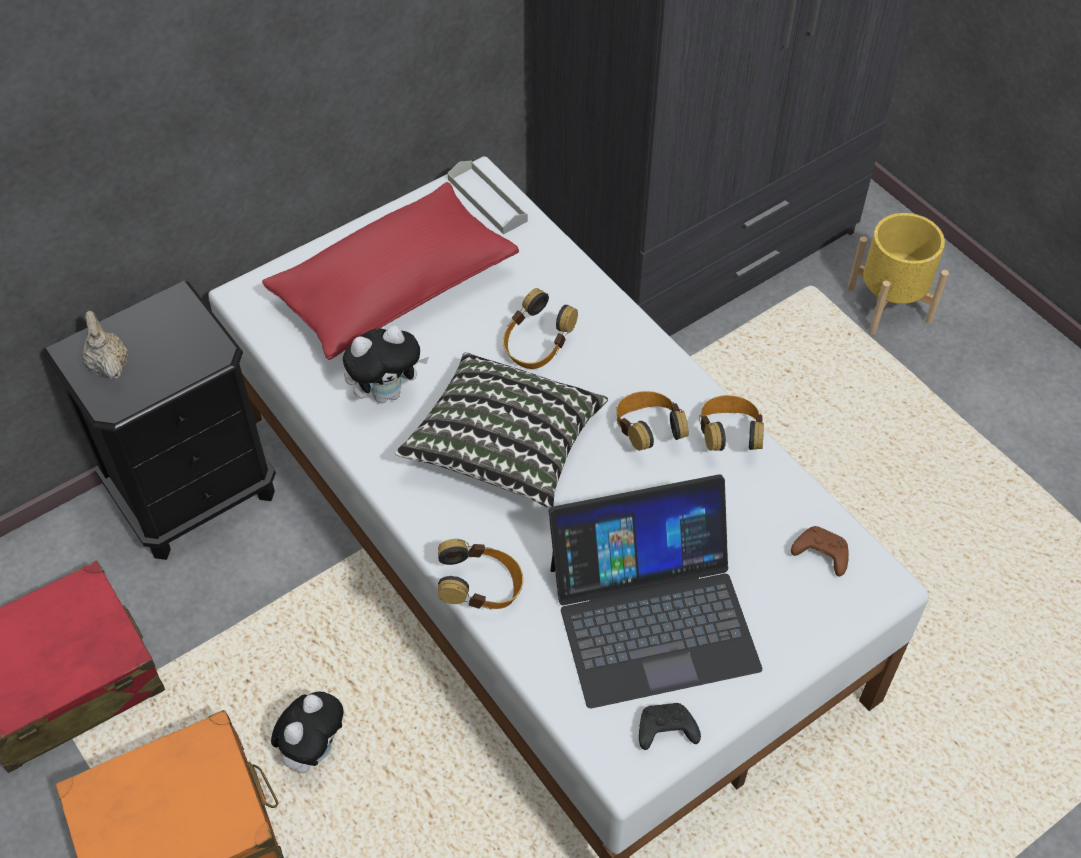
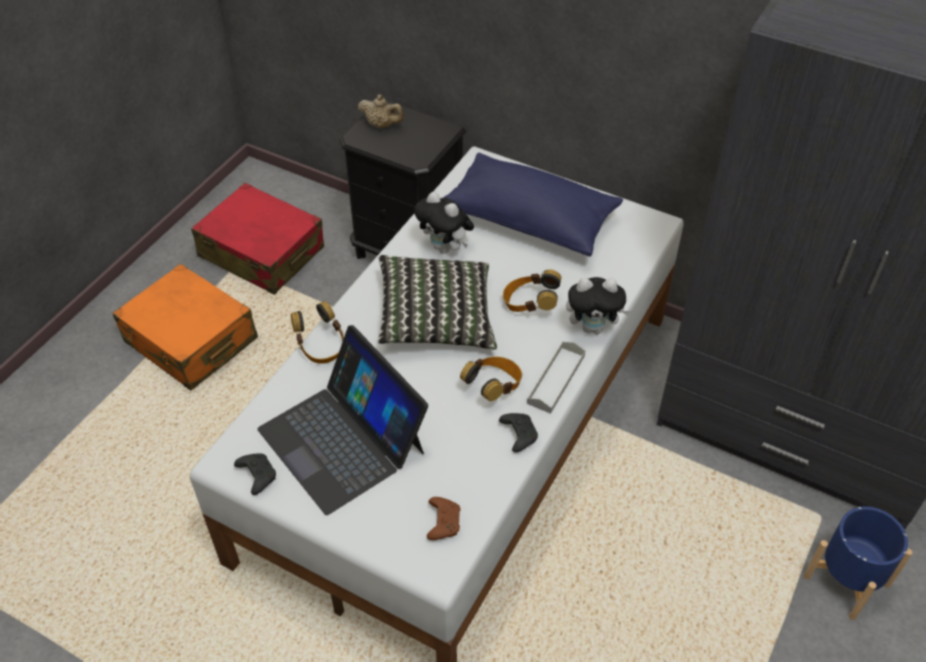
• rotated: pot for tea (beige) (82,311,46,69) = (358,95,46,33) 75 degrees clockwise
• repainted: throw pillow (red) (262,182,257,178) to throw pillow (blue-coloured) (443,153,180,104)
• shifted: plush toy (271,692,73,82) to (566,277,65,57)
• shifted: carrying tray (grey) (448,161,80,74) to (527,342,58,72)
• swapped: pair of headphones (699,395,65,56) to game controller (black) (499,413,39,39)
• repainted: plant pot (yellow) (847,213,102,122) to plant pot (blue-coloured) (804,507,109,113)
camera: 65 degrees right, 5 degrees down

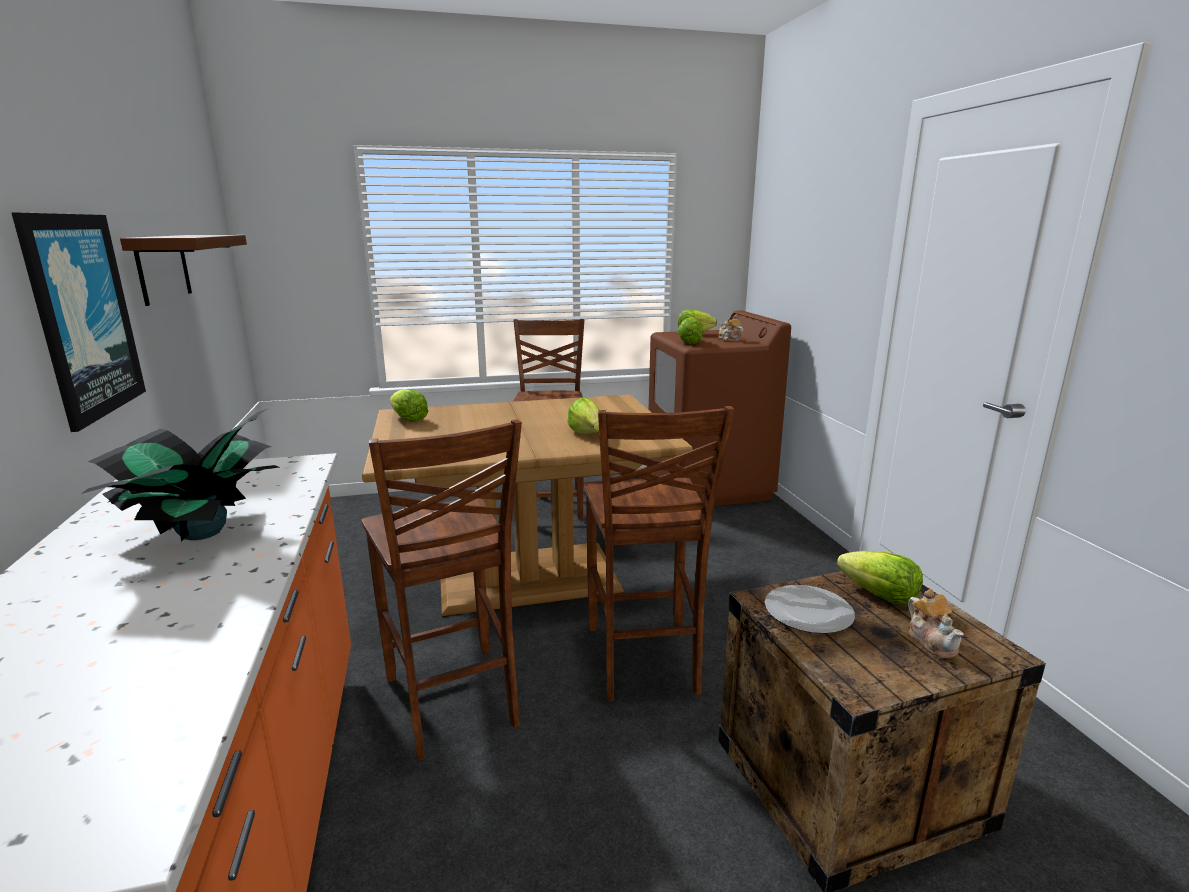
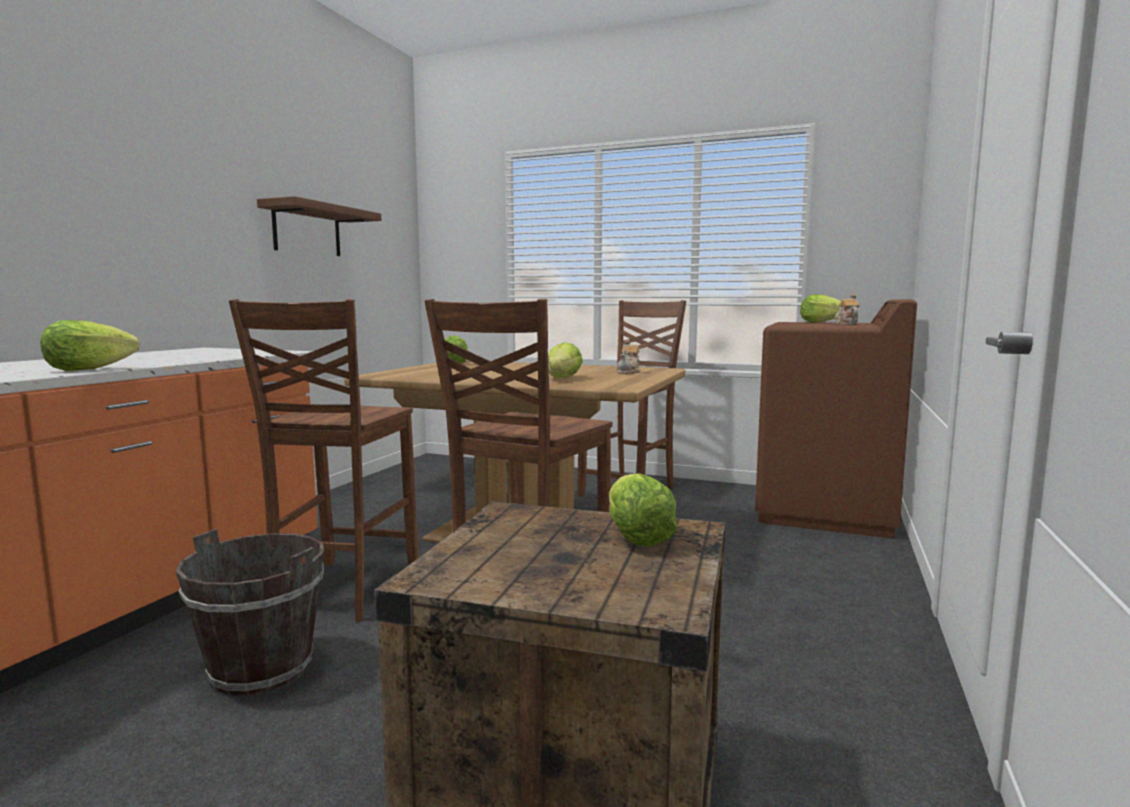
• gone: wall picture (11,212,135,220)
• gone: houseplant (81,408,199,133)
• shifted: head of lettuce (678,317,25,27) to (40,320,99,51)
• gone: plate (765,585,90,49)
• shifted: pot for tea (908,589,56,69) to (617,339,24,35)
• new: water bucket (brownish) (176,529,148,167)
camera: 35 degrees right, 10 degrees down

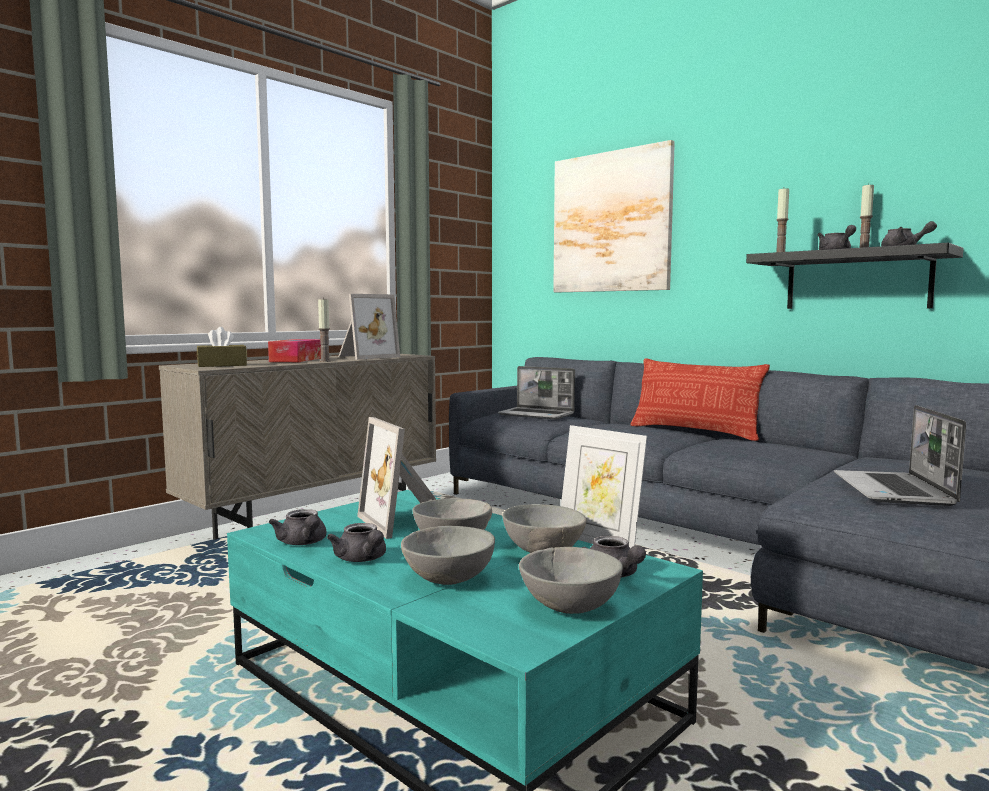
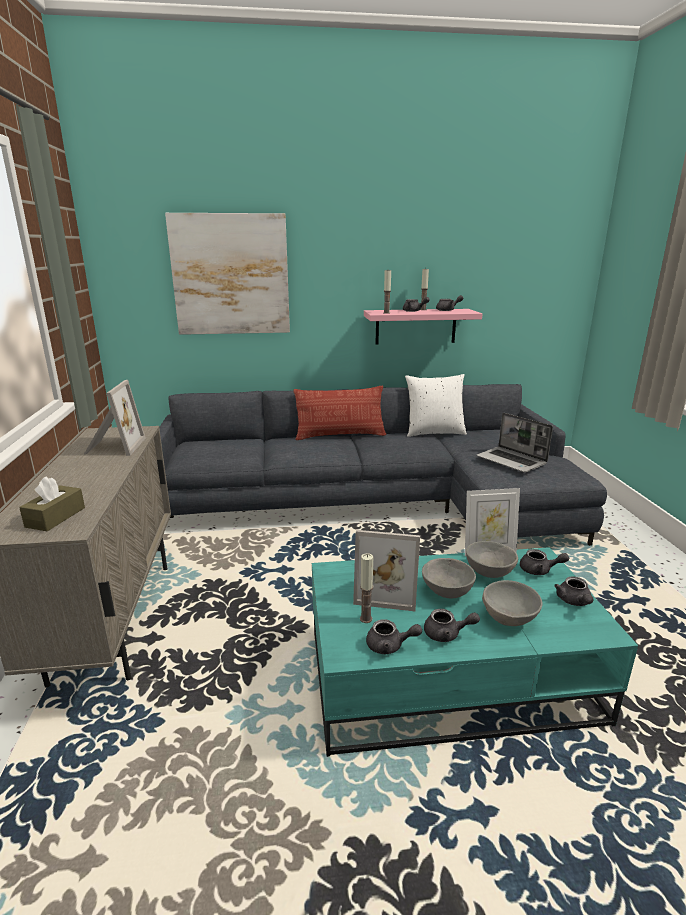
• gone: tissue holder (268,339,53,23)
• shifted: wax light (318,297,13,65) to (360,553,13,70)
• gone: laptop (497,366,78,53)
• swapped: deep dish (grey) (519,547,104,67) to pot for tea (grey) (554,577,40,29)
• repainted: bracket shelf (black) (746,243,218,66) to bracket shelf (pink-coloured) (364,309,118,35)
• new: throw pillow (white-coloured) (405,374,62,63)
camera: 50 degrees left, 15 degrees up

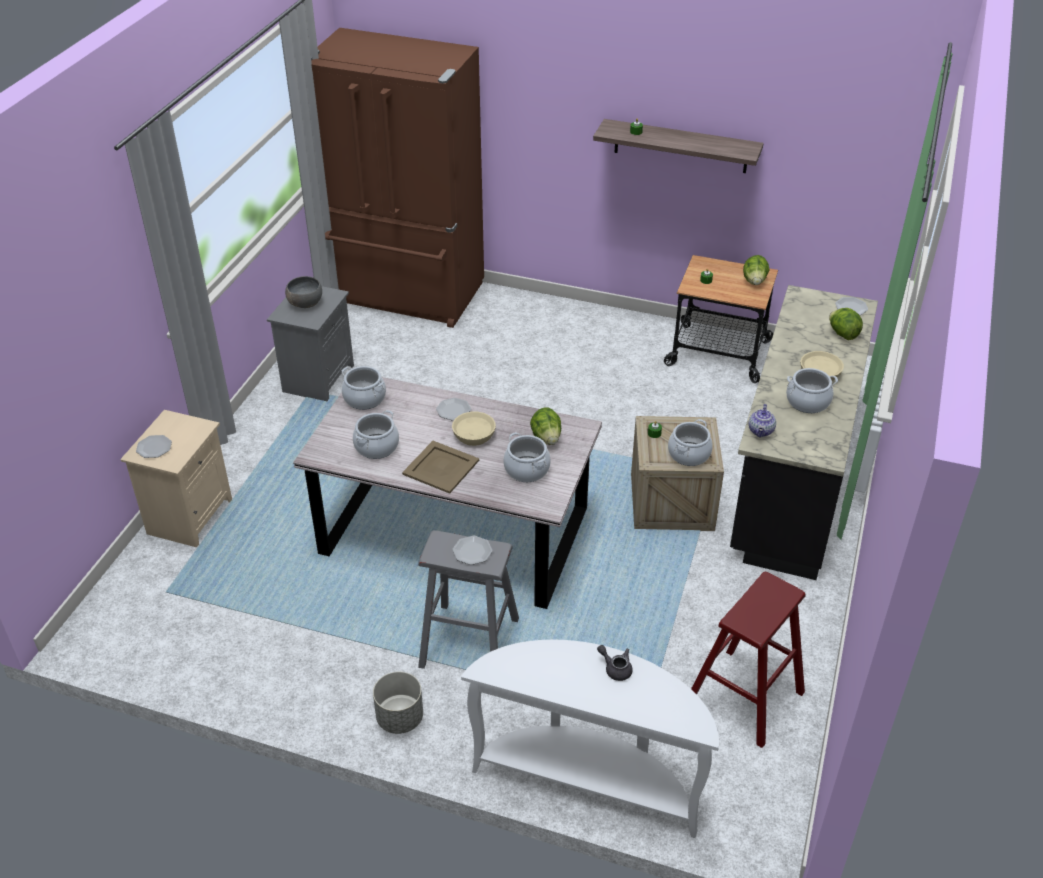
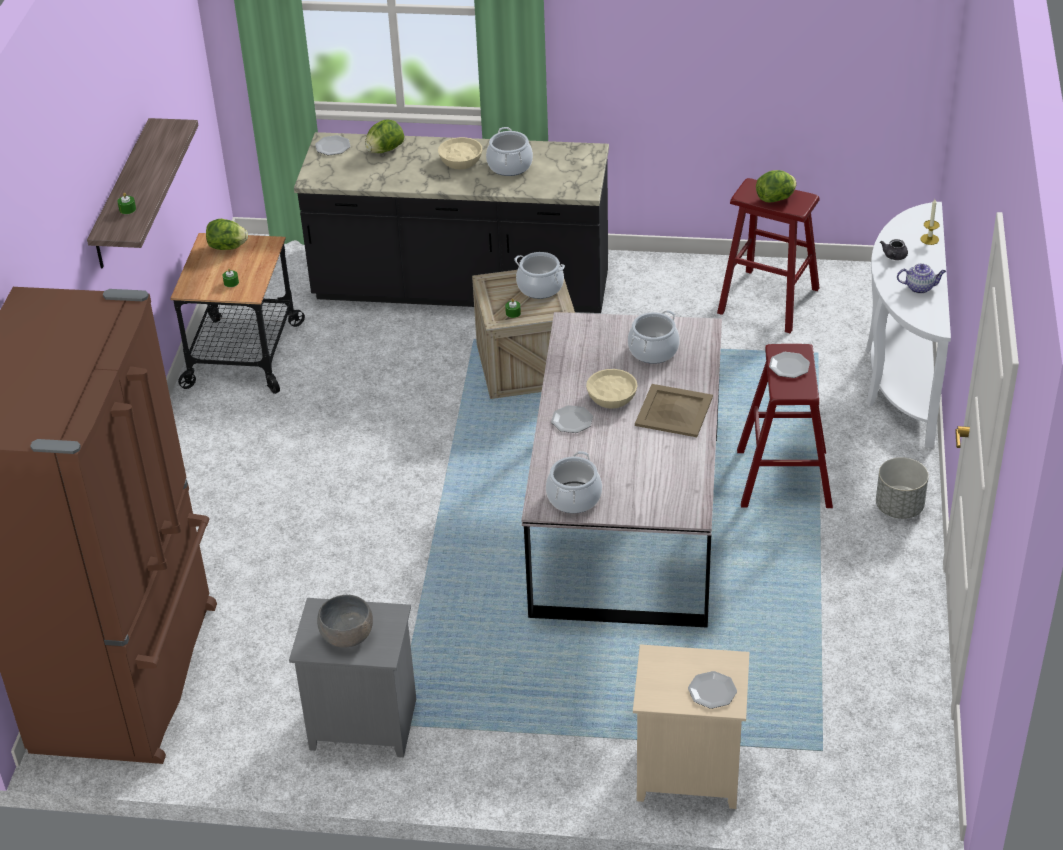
• gone: cooking pot (353,410,46,49)
• repainted: sitting stool (grey) (418,530,101,139) to sitting stool (red) (737,344,96,164)
• shifted: head of lettuce (530,407,31,38) to (756,170,40,32)
• shifted: pot for tea (749,404,27,33) to (897,264,49,29)
• new: wax light (921,199,19,46)
camera: 100 degrees left, 0 degrees up

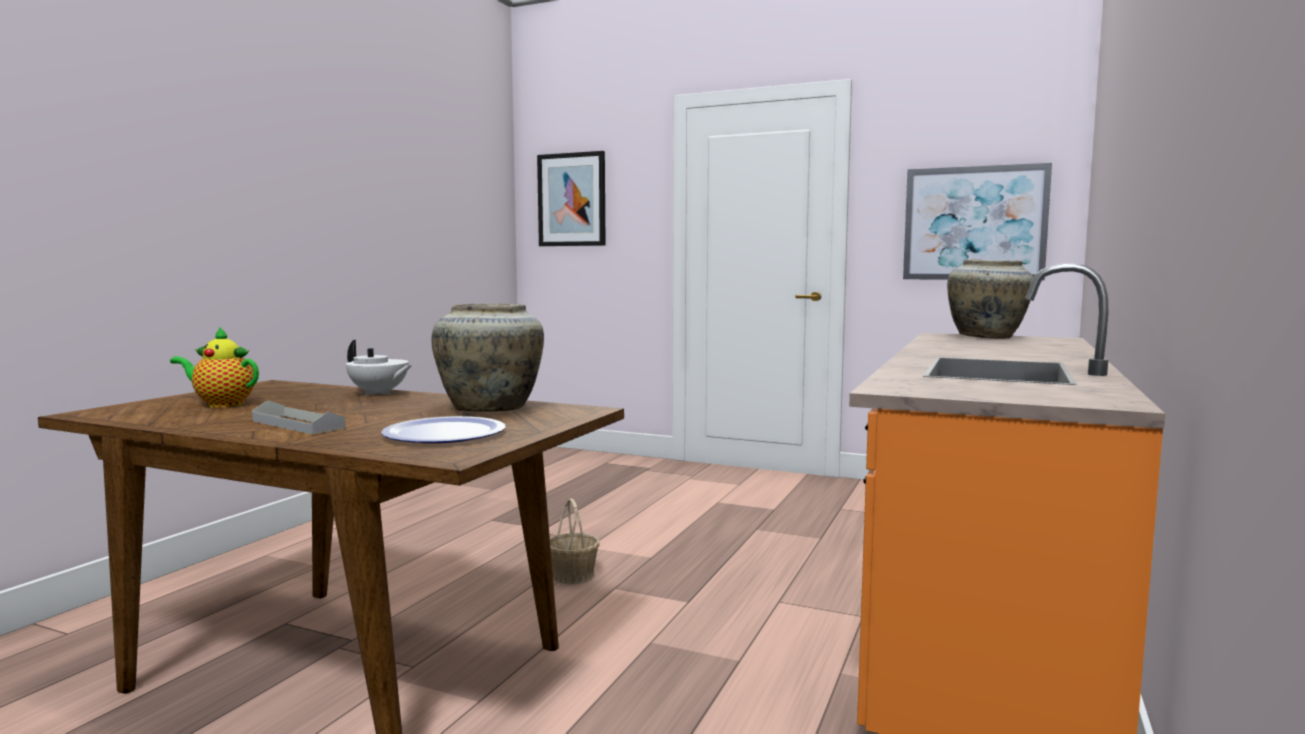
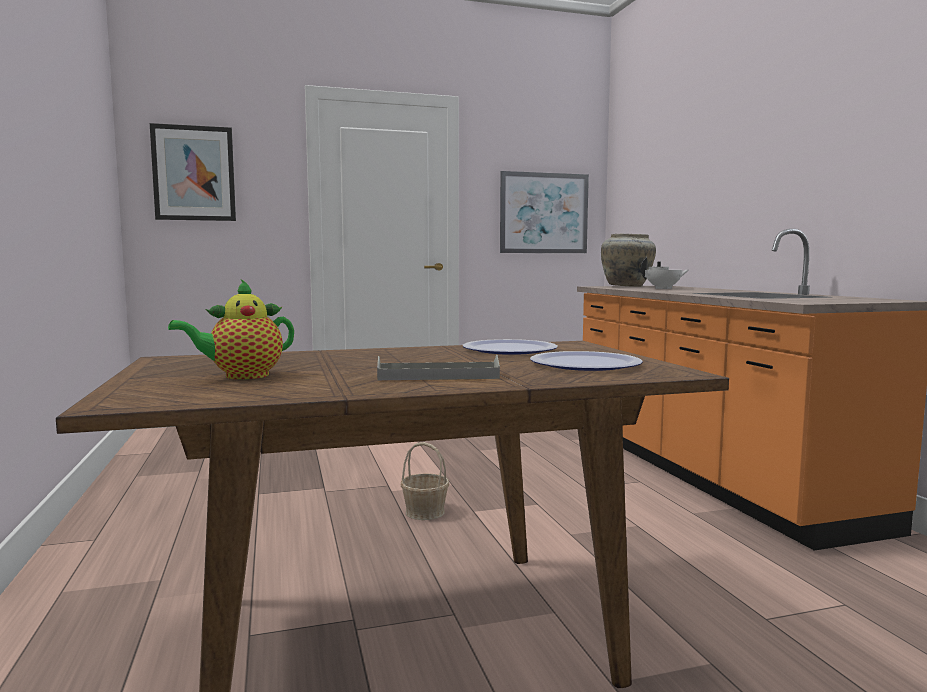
• shifted: pot for tea (white-coloured) (346,340,66,56) to (640,257,49,32)
• swapped: flower vase (beige) (431,304,113,108) to plate (463,339,95,16)
camera: 40 degrees left, 0 degrees up

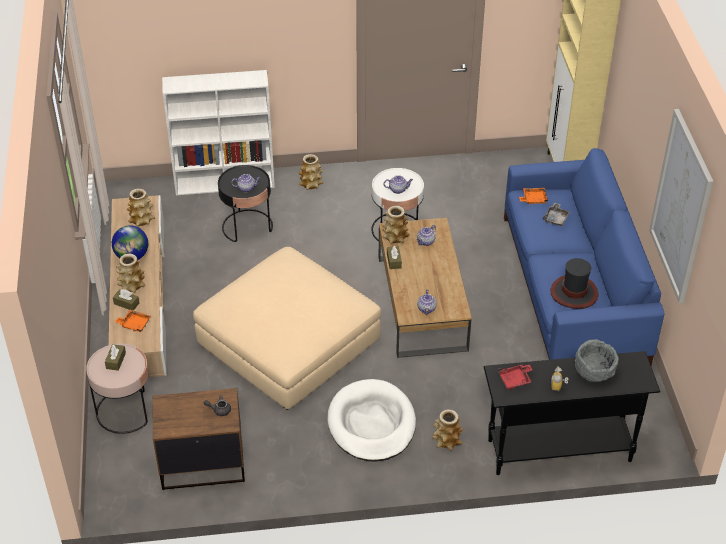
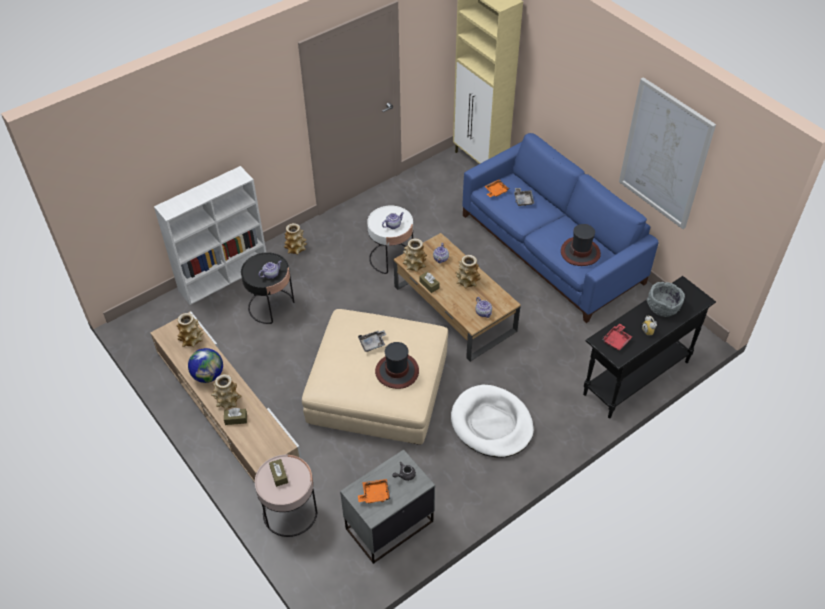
• shifted: carrying tray (orangey) (115,310,36,22) to (358,479,32,25)
• repainted: nightstand (brownish) (152,388,93,102) to nightstand (grey) (340,449,95,115)
• shifted: flower vase (432,409,31,42) to (455,255,26,33)
• new: carrying tray (grey) (358,330,28,22)
• new: wearable hat (375,342,44,47)
camera: 30 degrees left, 5 degrees up

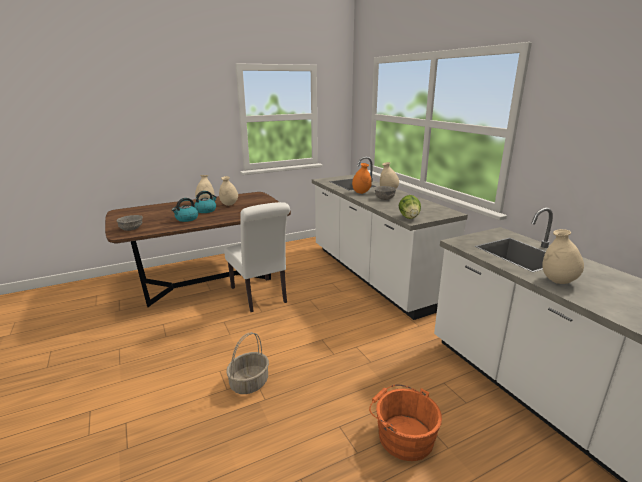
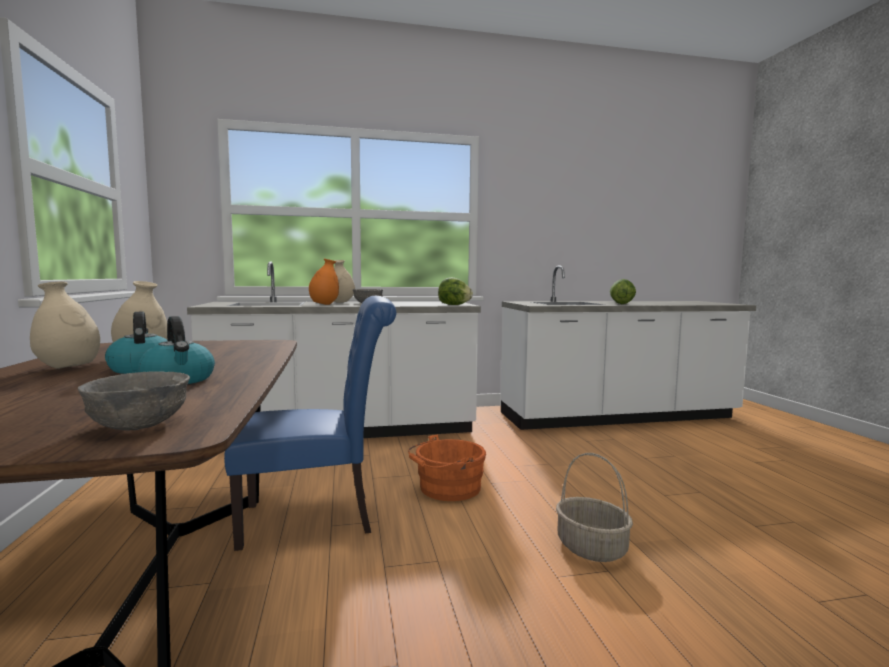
• repainted: plain chair (white-coloured) (224,202,66,110) to plain chair (blue-coloured) (224,296,172,255)
• shifted: water bucket (orangey) (369,385,73,76) to (408,434,78,67)
• swapped: flower vase (beige) (542,229,42,55) to head of lettuce (610,279,26,25)
camera: 75 degrees left, 15 degrees down

